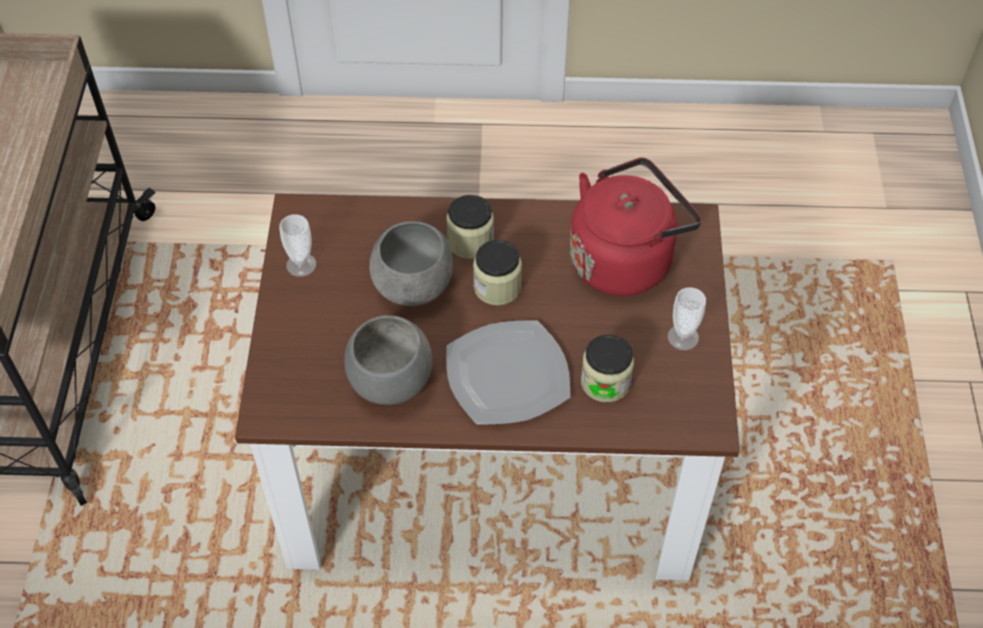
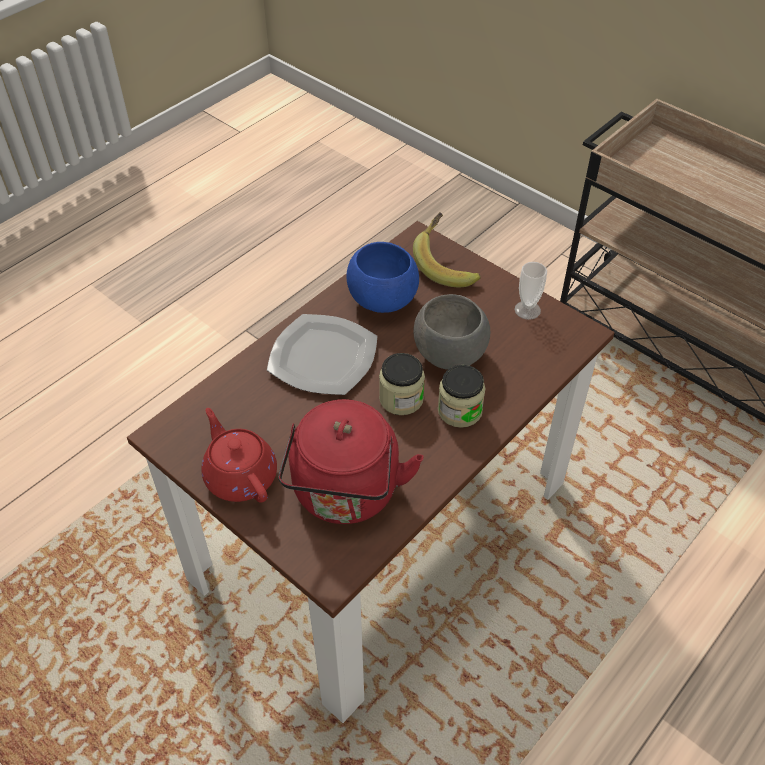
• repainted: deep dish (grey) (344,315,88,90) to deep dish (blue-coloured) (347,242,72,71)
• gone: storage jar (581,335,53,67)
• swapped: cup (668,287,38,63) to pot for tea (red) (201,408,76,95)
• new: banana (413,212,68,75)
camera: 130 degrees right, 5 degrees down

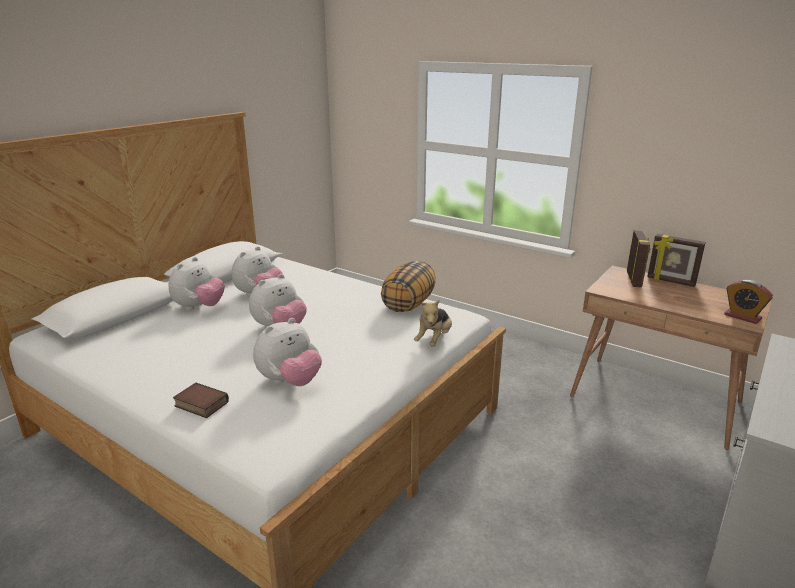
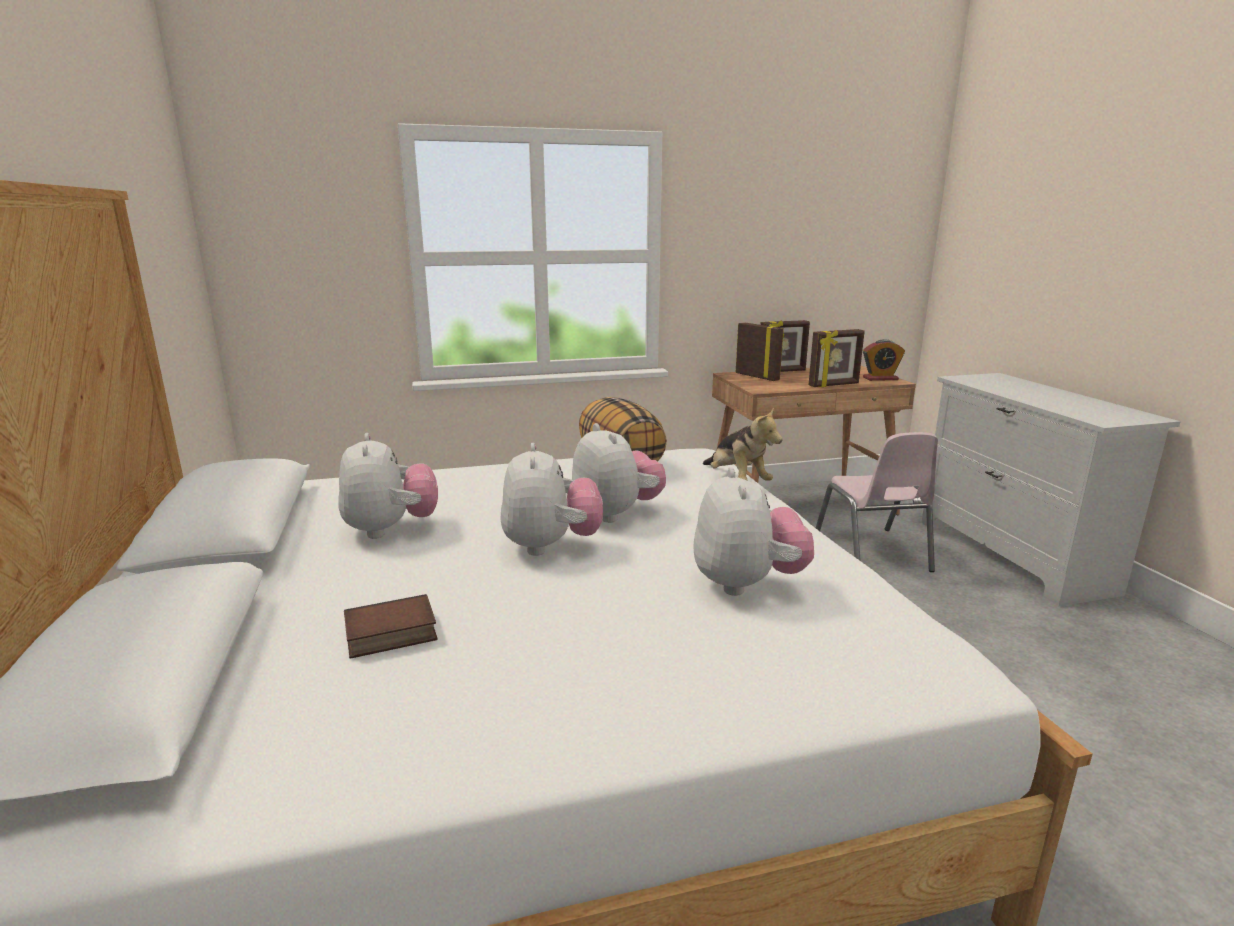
• shifted: plush toy (169,257,56,53) to (572,423,94,100)
• shifted: bound book (173,382,56,36) to (344,594,94,65)
• new: standing frame (809,329,56,58)
• new: plain chair (pink-coloured) (816,432,122,140)
camera: 50 degrees left, 5 degrees down

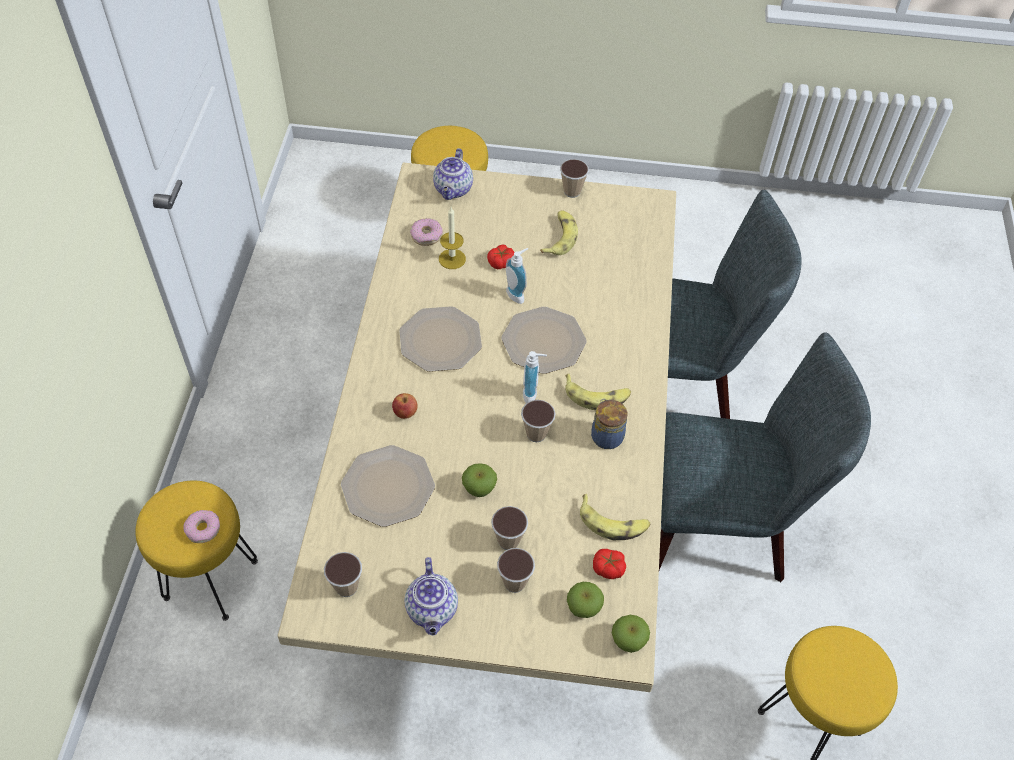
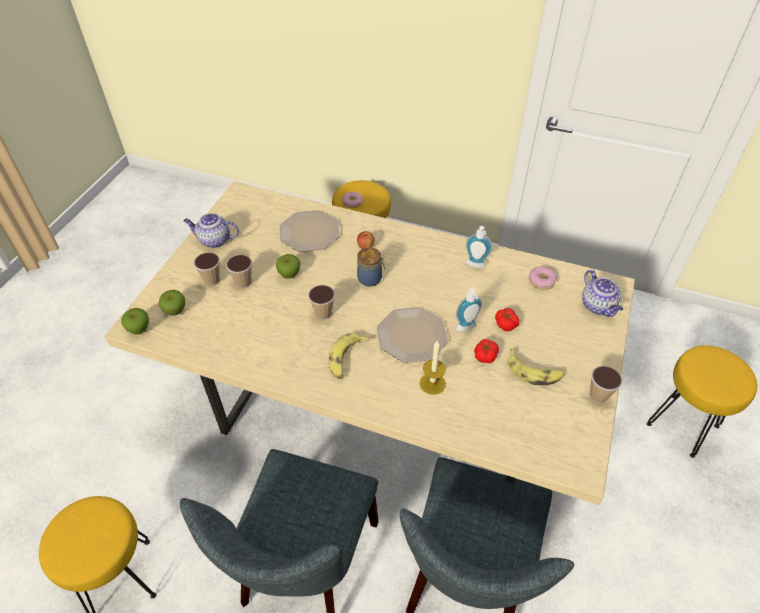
• gone: cup (324,552,38,45)
• gone: plate (400,306,82,66)
• rotated: pot for tea (433,148,40,52) = (582,270,41,47) 135 degrees counterclockwise
• shifted: wax light (439,207,27,62) to (420,340,26,55)
• shifted: soap dispenser (523,351,24,52) to (466,226,26,42)
• gone: banana (580,494,70,47)
• shifted: storage jar (591,398,36,51) to (357,247,28,39)
• shifted: whole tomato (593,549,33,30) to (474,339,25,24)
camera: 105 degrees right, 5 degrees down

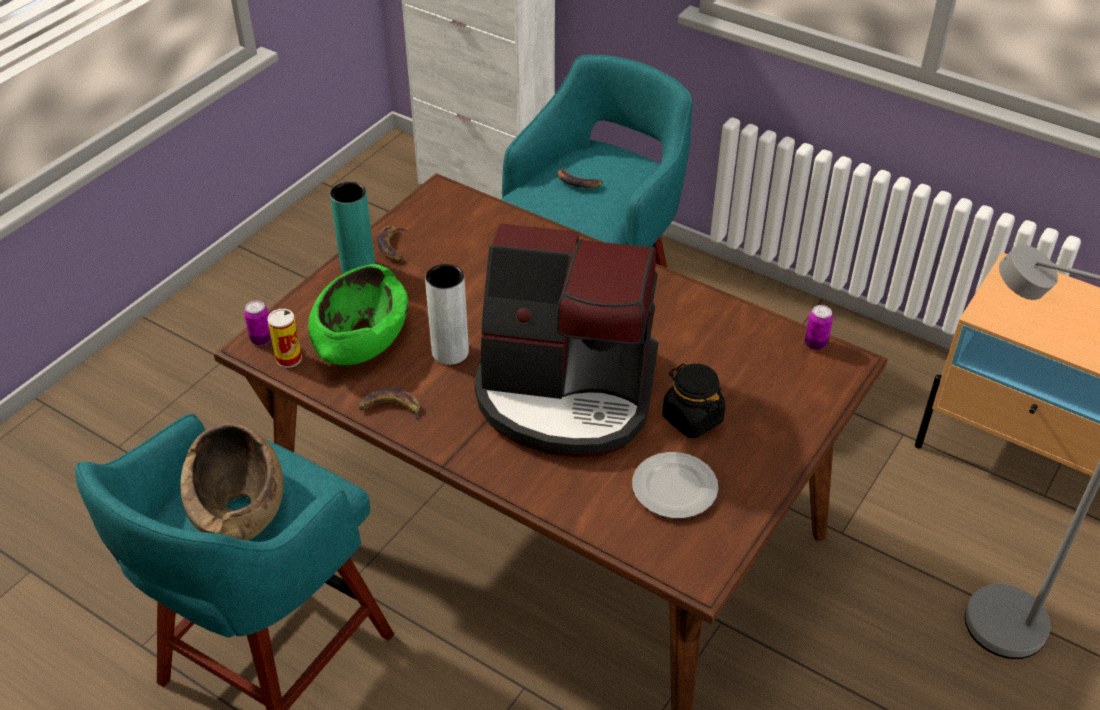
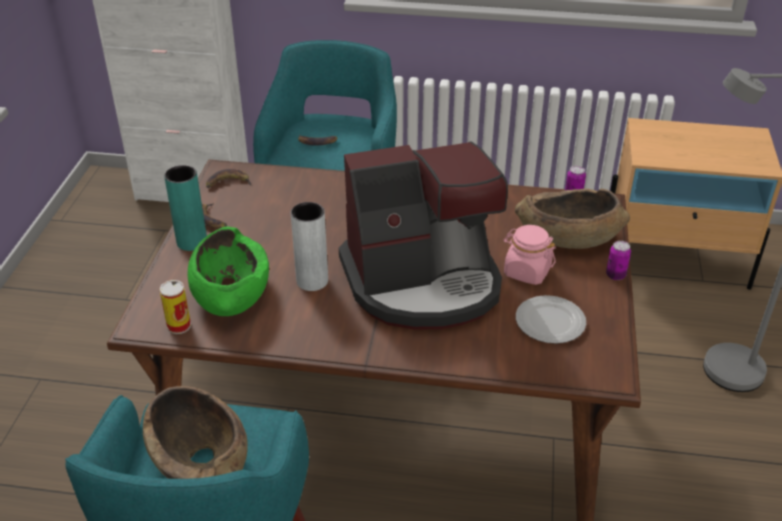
• shifted: can (244,300,27,45) to (606,241,25,39)
• shifted: banana (359,388,61,36) to (206,169,47,19)
• repainted: storage jar (black) (662,363,63,75) to storage jar (pink-coloured) (503,225,53,60)
• new: deep dish (brownish) (515,188,115,61)
camera: 25 degrees left, 5 degrees down

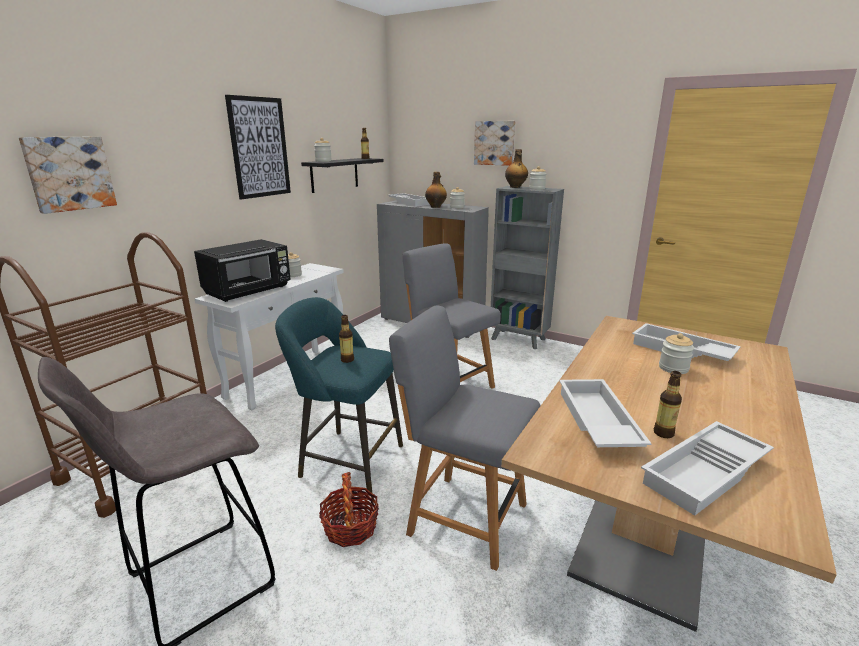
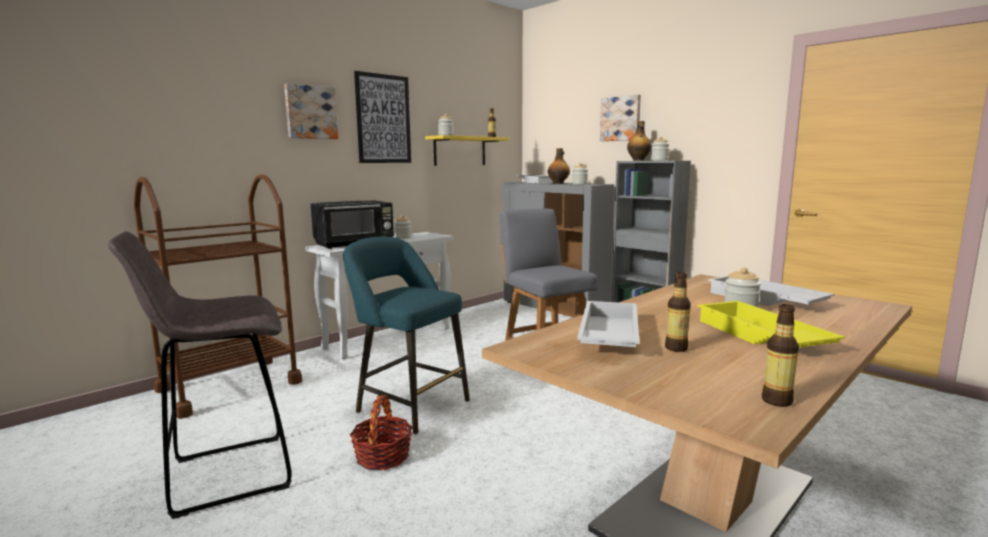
• shifted: wall picture (19,136,98,78) to (284,83,55,56)
• repainted: bracket shelf (black) (301,158,83,35) to bracket shelf (yellow) (425,135,85,31)
• shifted: beverage bottle (339,315,15,48) to (762,304,37,103)
• gone: plain chair (grey) (389,305,152,266)
• gone: carrying tray (white-coloured) (641,421,133,95)
• new: carrying tray (yellow) (697,301,148,47)
camera: 15 degrees right, 10 degrees down

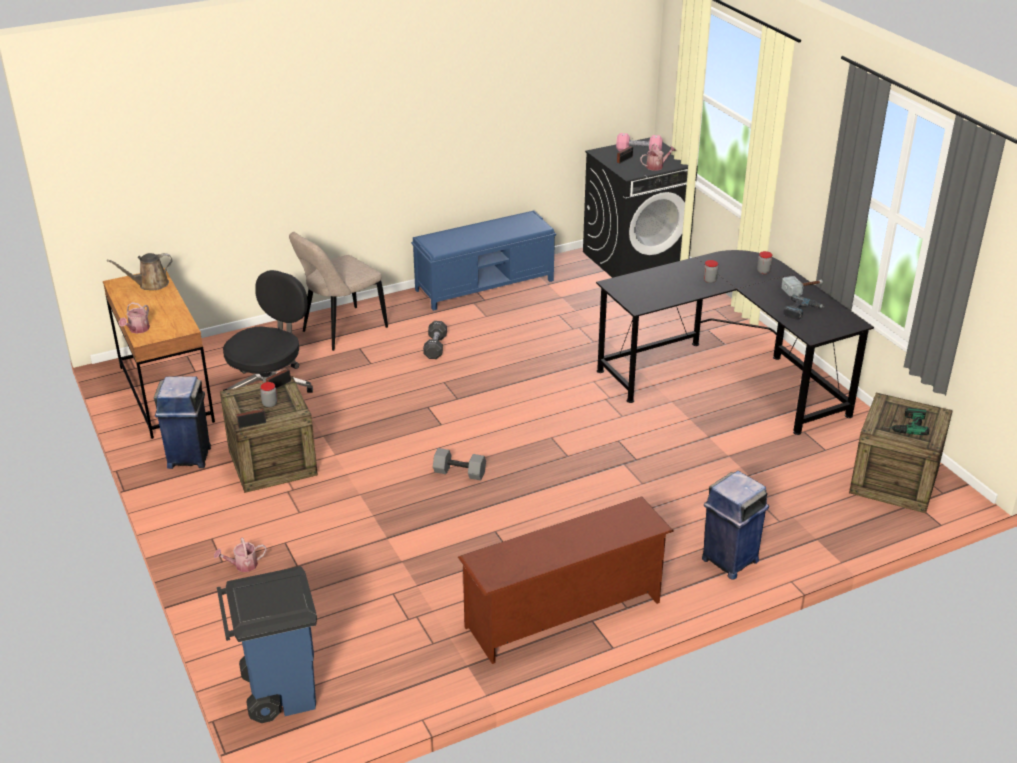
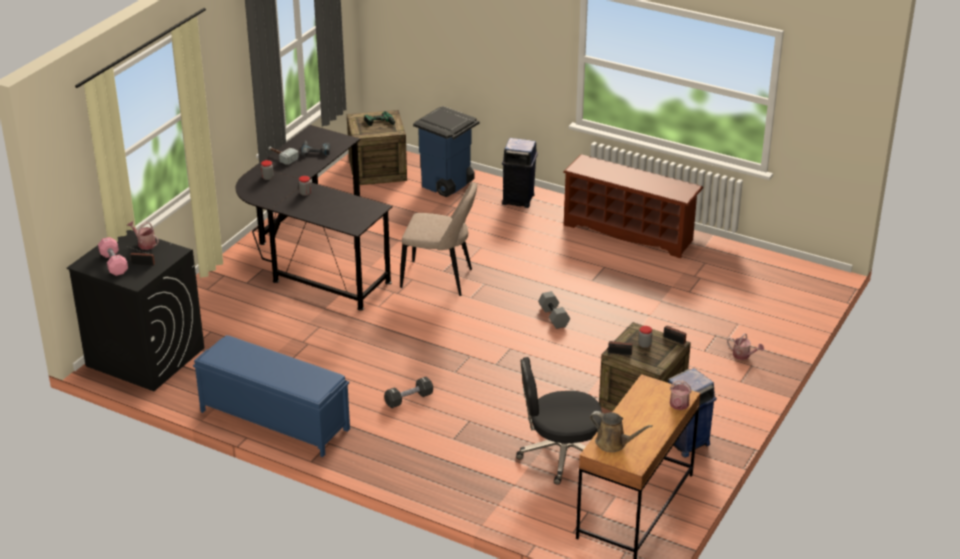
• rotated: watering pot (119,302,31,32) = (670,380,22,30) 120 degrees clockwise
• shifted: trash can (blue-coloured) (217,566,100,157) to (413,106,67,91)
• shifted: plain chair (beige) (289,232,99,119) to (400,182,77,114)
camera: 125 degrees left, 0 degrees up

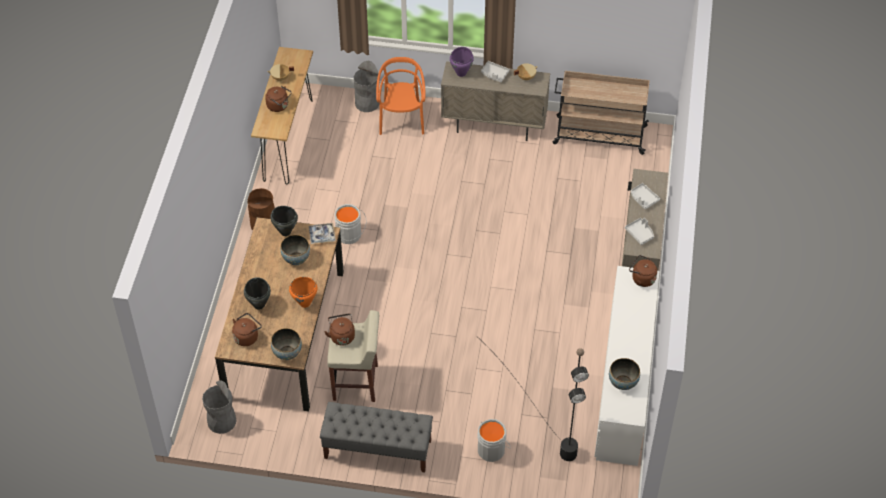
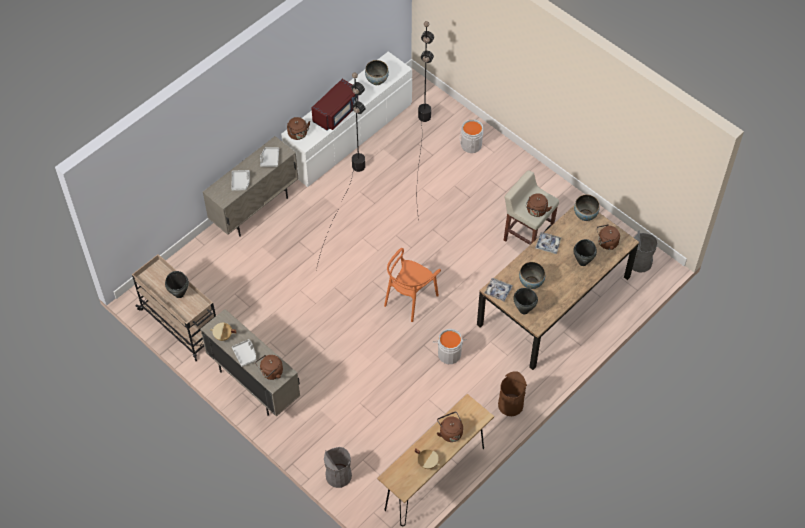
• swapped: cooking pot (orangey) (289,277,29,31) to carrying tray (535,232,27,22)
• gone: bench (grey) (320,402,113,71)
• shifted: plain chair (orangey) (376,57,49,78) to (384,248,57,74)
• swapped: cooking pot (purplish) (450,47,24,30) to water kettle (brownish) (255,355,28,25)
• new: cooking pot (black) (165,271,24,27)
• new: microwave oven (red) (311,79,47,51)
• new: standing lamp (black) (316,72,49,198)
camera: 145 degrees left, 5 degrees up

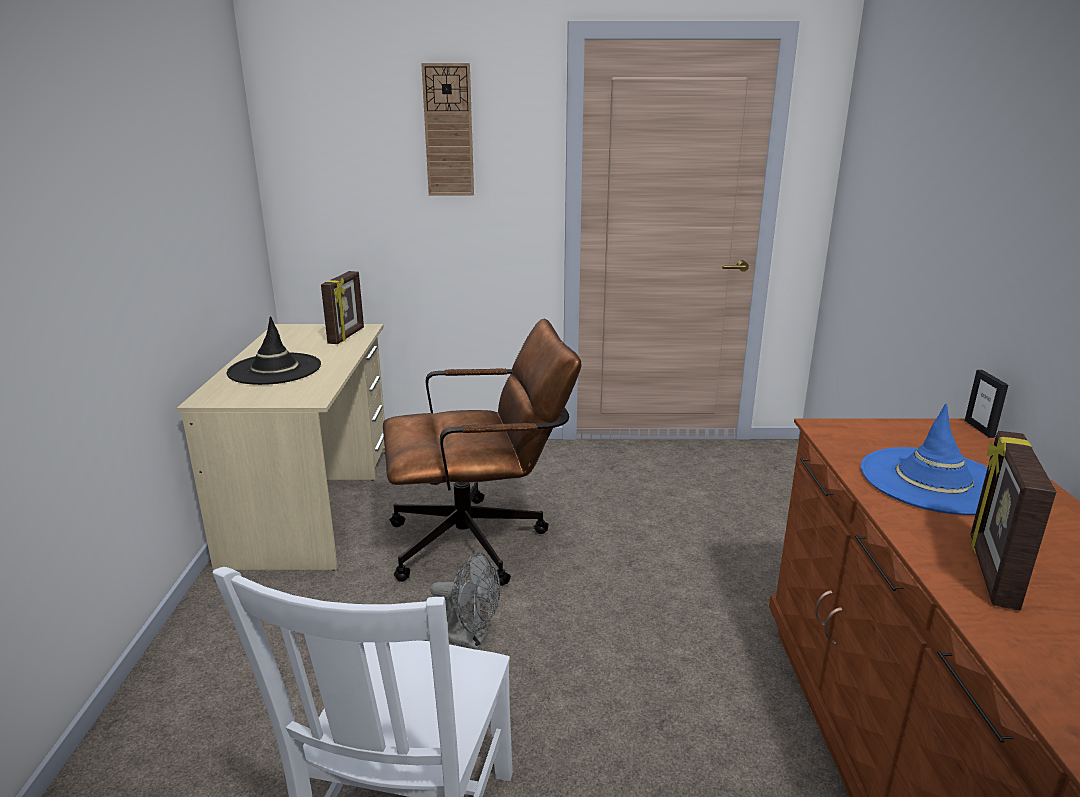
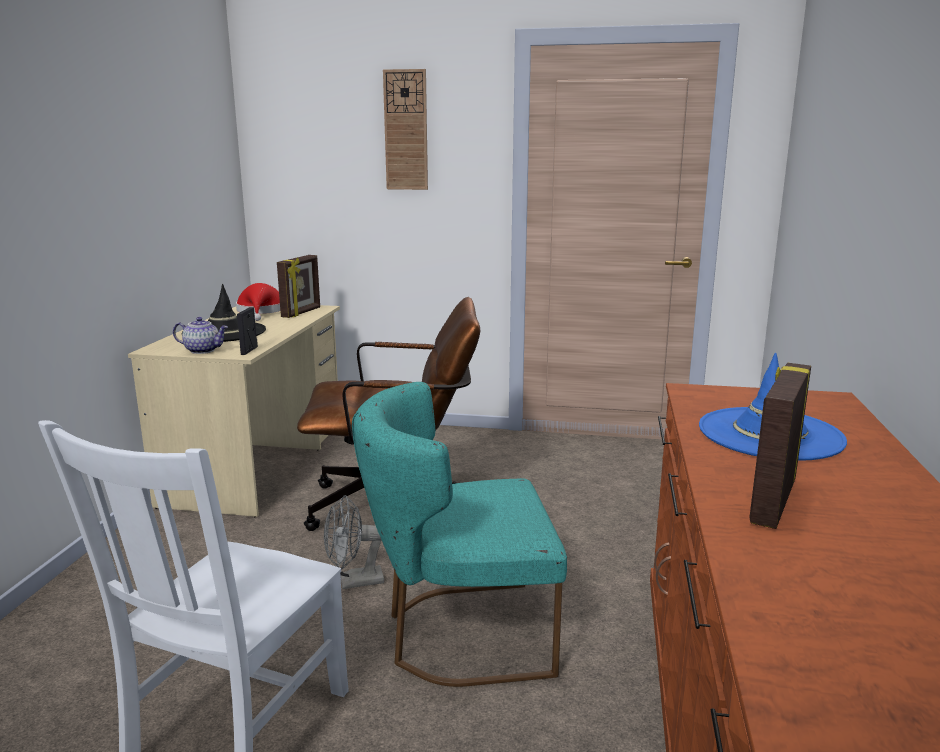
• rotated: electric fan (grey) (430,552,70,98) = (324,495,60,94) 135 degrees clockwise
• shifted: standing frame (965,370,43,68) to (237,307,21,48)
• new: pot for tea (173,317,55,37)
• new: wearable hat (red) (236,283,44,38)
• new: plain chair (turquoise) (352,382,215,305)
camera: 10 degrees right, 5 degrees down

